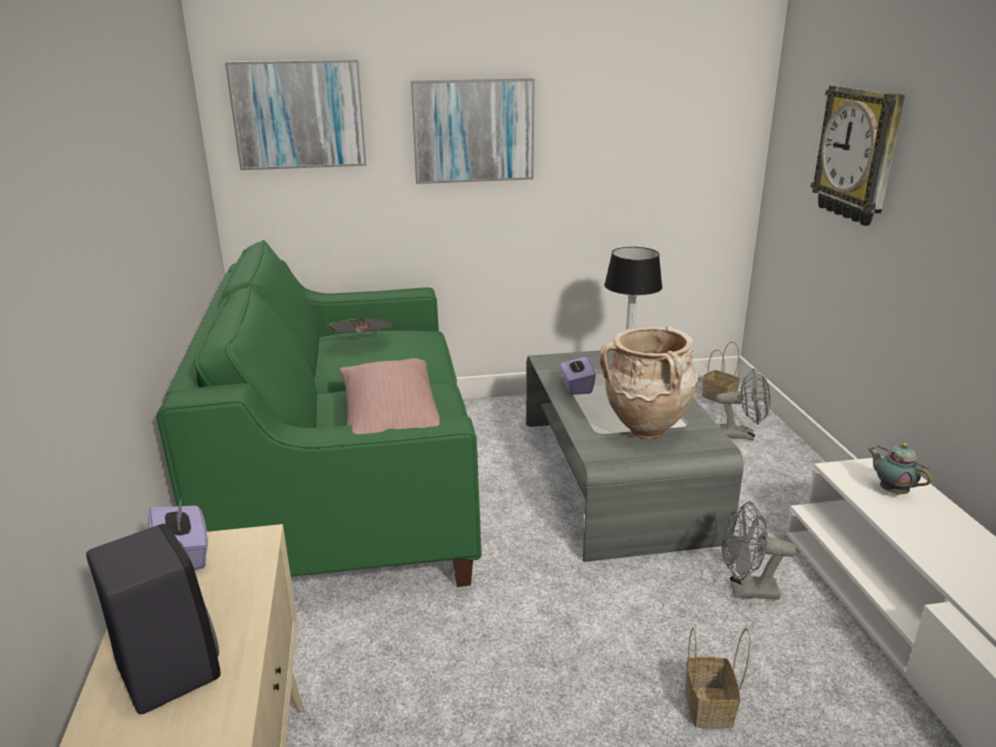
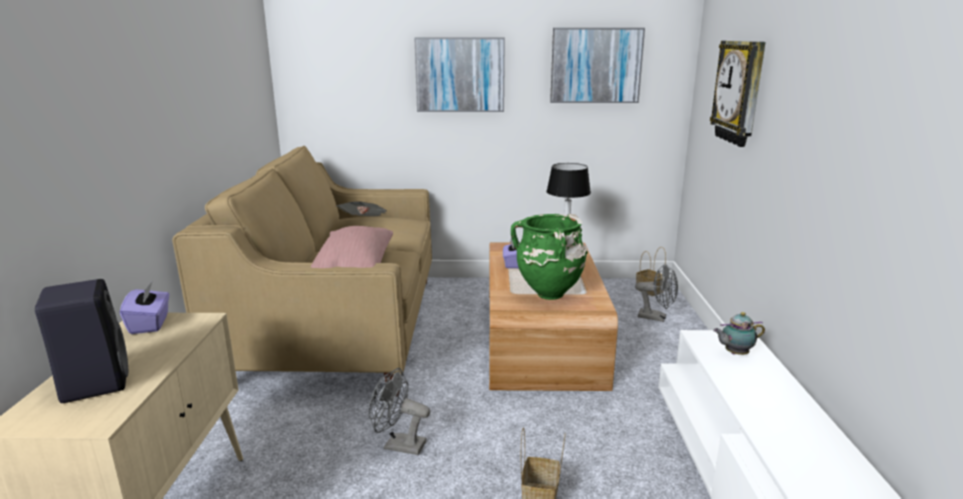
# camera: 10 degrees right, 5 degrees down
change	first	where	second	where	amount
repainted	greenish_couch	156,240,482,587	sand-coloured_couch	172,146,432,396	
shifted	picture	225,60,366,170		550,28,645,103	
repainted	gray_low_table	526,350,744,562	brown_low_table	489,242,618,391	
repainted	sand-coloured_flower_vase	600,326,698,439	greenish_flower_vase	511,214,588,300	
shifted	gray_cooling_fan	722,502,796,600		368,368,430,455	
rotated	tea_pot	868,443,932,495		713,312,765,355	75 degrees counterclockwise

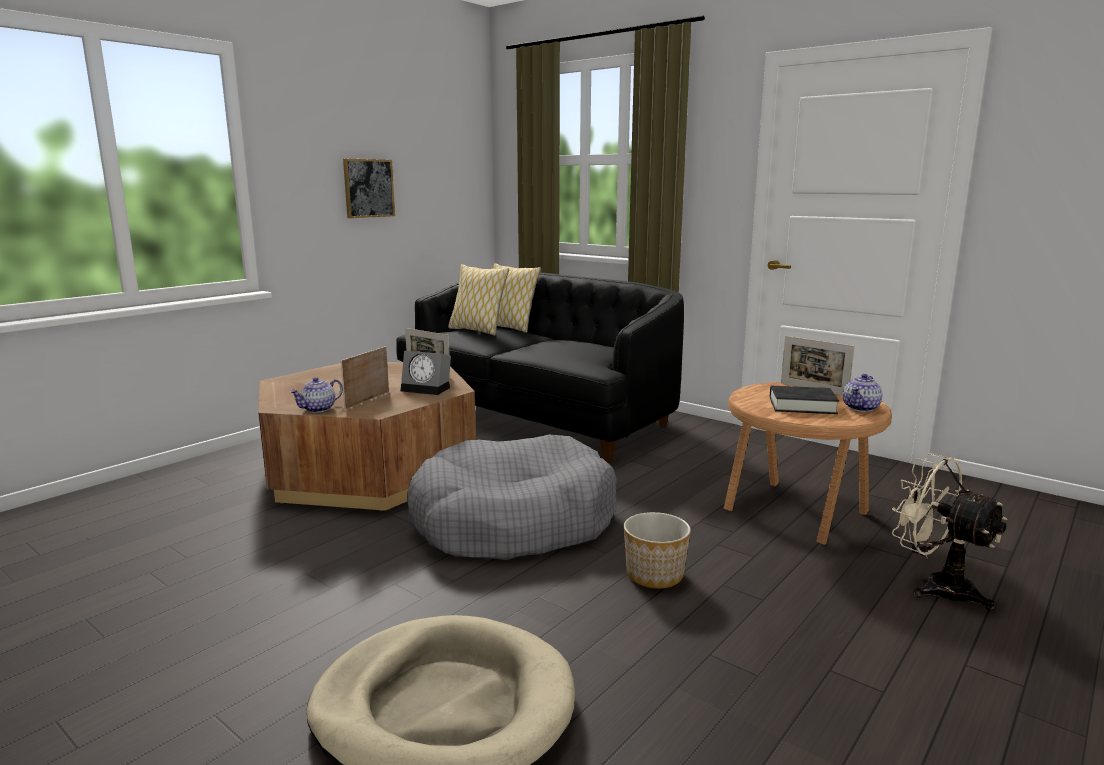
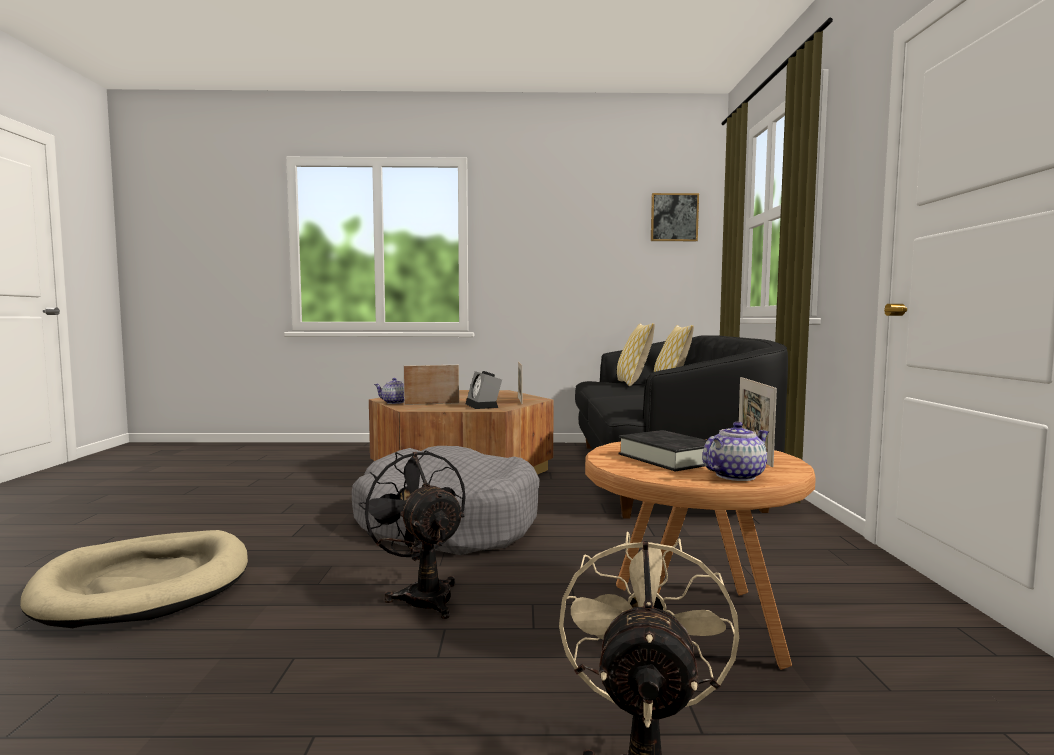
# camera: 50 degrees right, 10 degrees down
change	first	where	second	where	amount
shifted	picture	343,159,395,218		651,193,699,241	
swapped	plant_pot	624,512,691,589	black-coloured_cooling_fan	359,450,466,619	
rotated	tea_pot	843,374,883,412		702,422,769,481	150 degrees clockwise

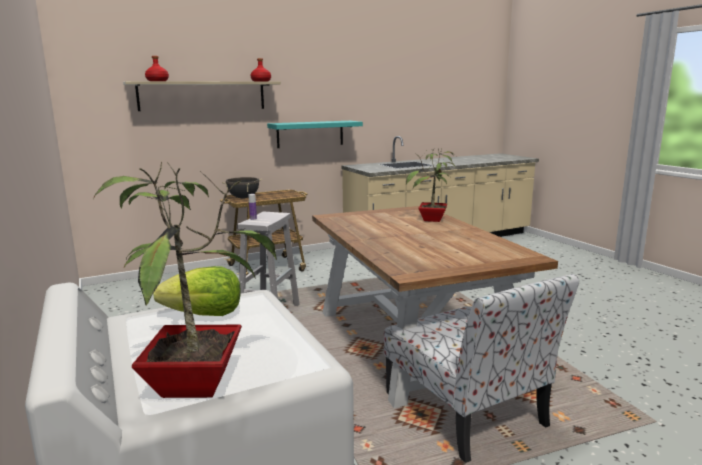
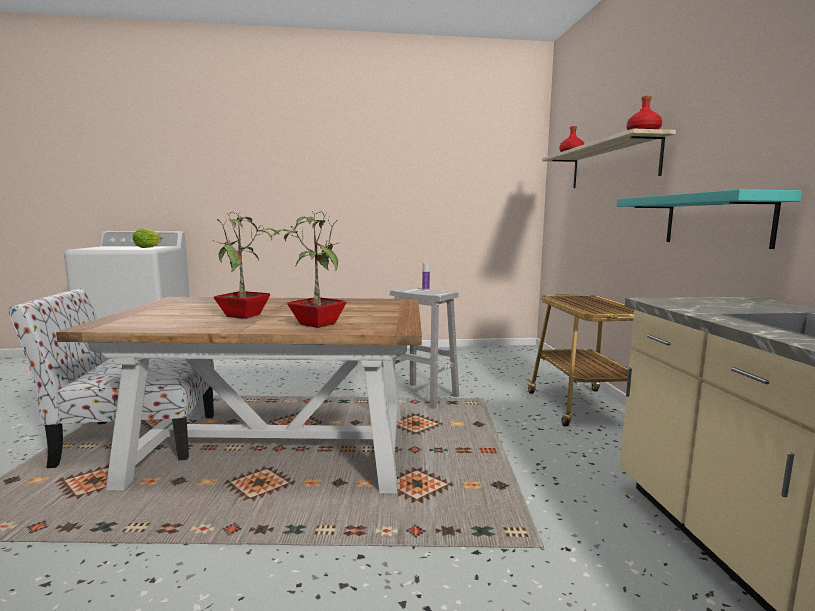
# camera: 110 degrees right, 5 degrees down
change	first	where	second	where	amount
shifted	potted_plant	93,162,277,398		214,211,279,319	
gone	black-coloured_saucepot	222,177,262,198			

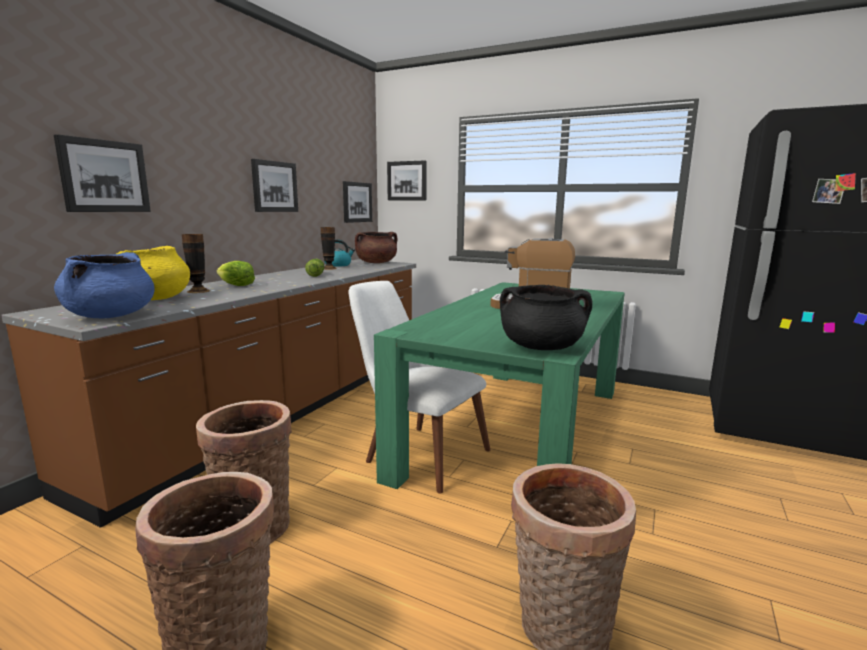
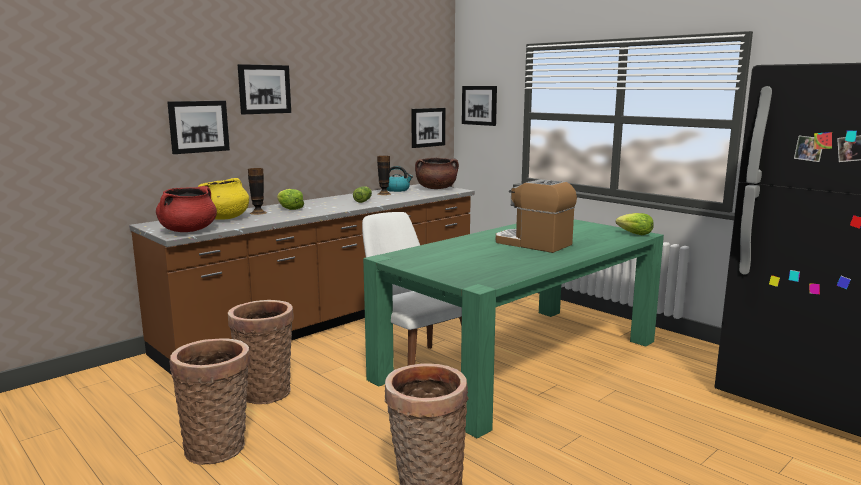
# camera: 20 degrees right, 0 degrees up
change	first	where	second	where	amount
repainted	blue-coloured_saucepot	54,252,155,318	red-coloured_saucepot	156,186,217,232	
shifted	picture	251,159,298,212		238,64,291,114	
gone	black-coloured_saucepot	500,285,592,350			
new			lettuce	616,213,653,235	

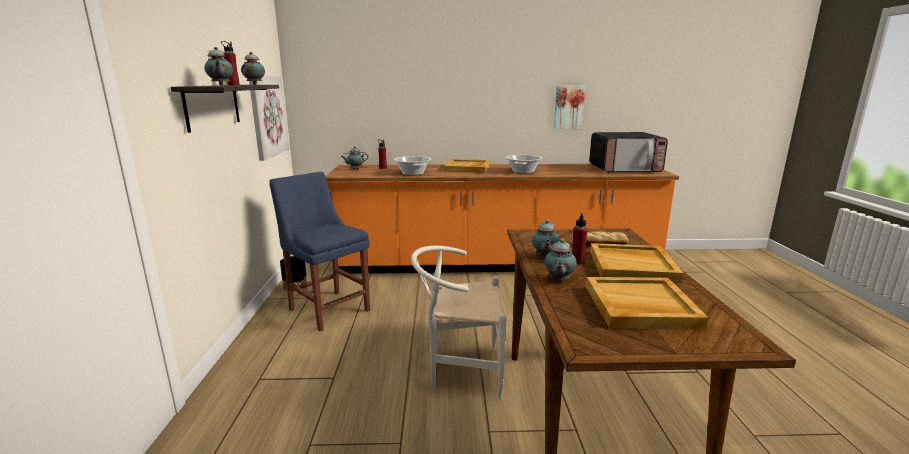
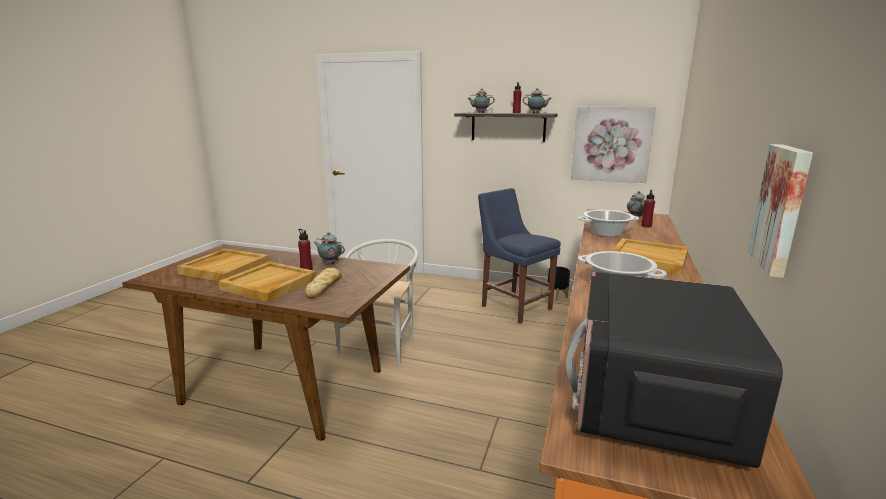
# camera: 110 degrees right, 0 degrees up
change	first	where	second	where	amount
rotated	blue-coloured_chair	269,172,370,331		478,188,561,324	105 degrees counterclockwise
gone	tea_pot	545,239,577,282			

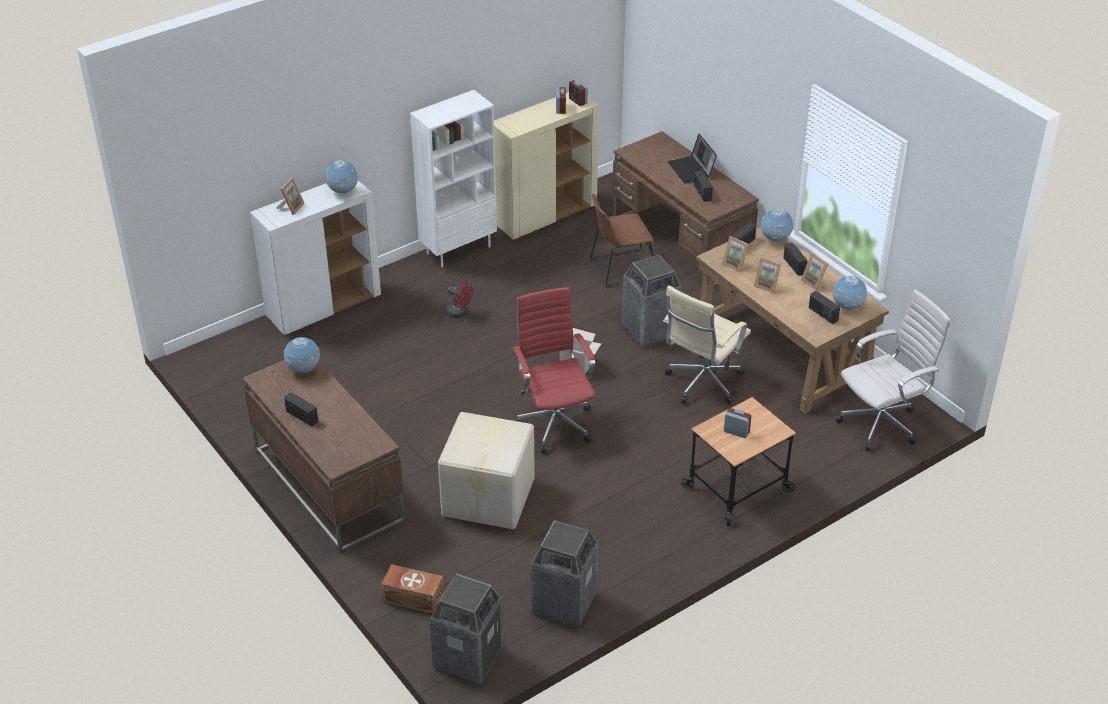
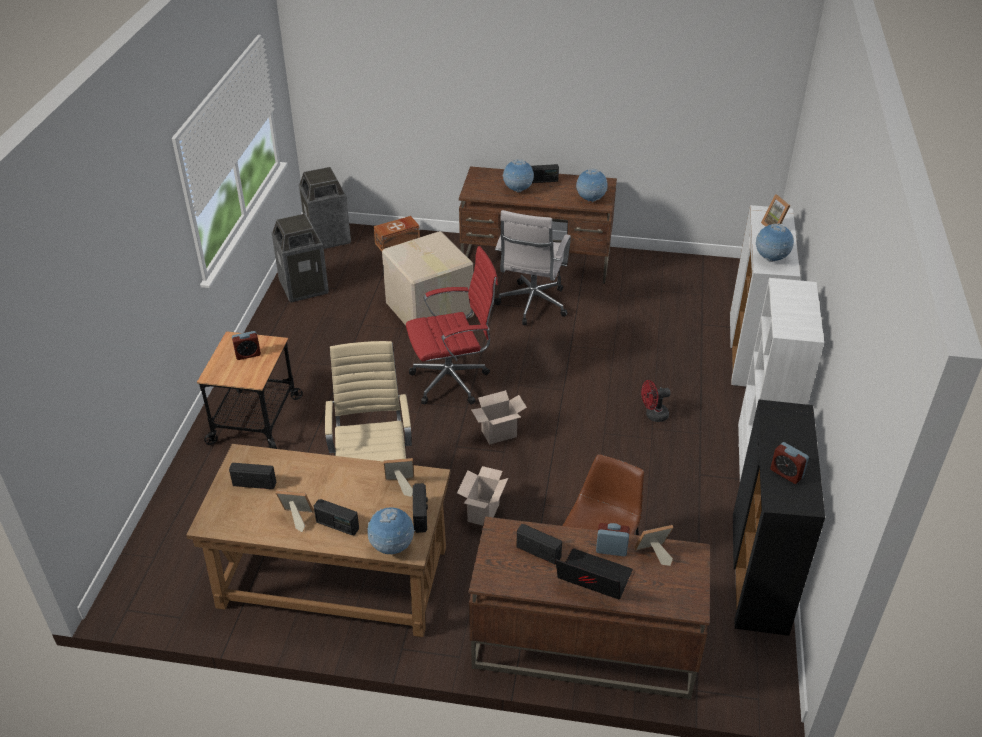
# camera: 135 degrees right, 0 degrees up
change	first	where	second	where	amount
repainted	sand-coloured_cabinet	494,92,599,240	black-coloured_cabinet	733,400,825,636	
rotated	red-coloured_office_chair	512,287,595,453		406,246,498,404	45 degrees counterclockwise
shifted	alarm_clock	569,79,588,106		596,523,630,556	
swapped	trash_can	622,255,682,347	packing_box	457,466,508,525	
shifted	photo_frame	754,258,781,293		634,525,673,566	
shifted	desk_globe	833,276,867,310		502,159,534,193	
shifted	white-coloured_office_chair	835,289,951,451		494,210,571,325	

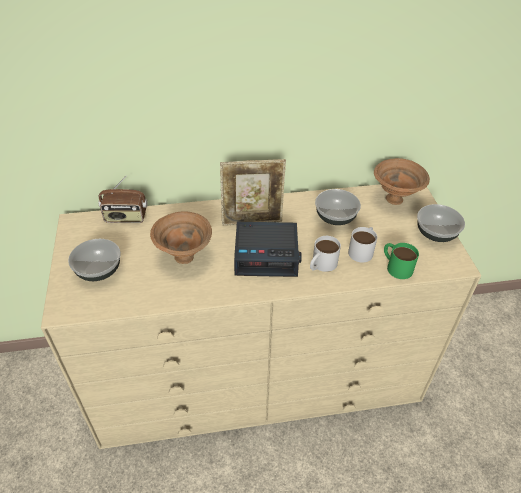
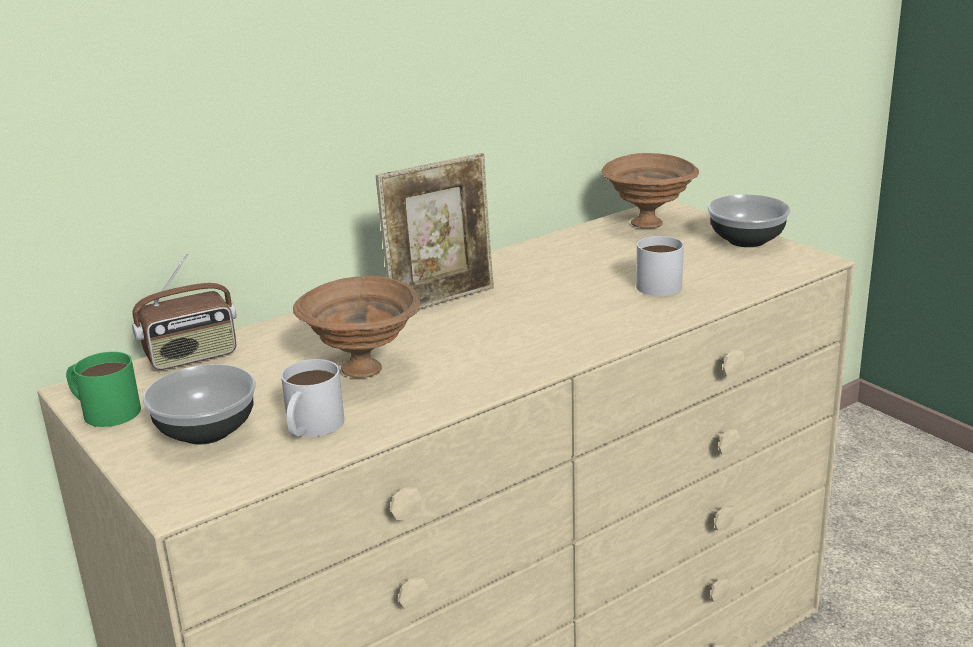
# camera: 25 degrees left, 20 degrees down
change	first	where	second	where	amount
gone	alarm_clock	234,222,302,277			
shifted	white-coloured_coffee_mug	310,236,341,272		281,359,344,437	
gone	serving_bowl	315,189,361,225			
shifted	greenish_coffee_mug	384,243,419,279		66,352,141,427	

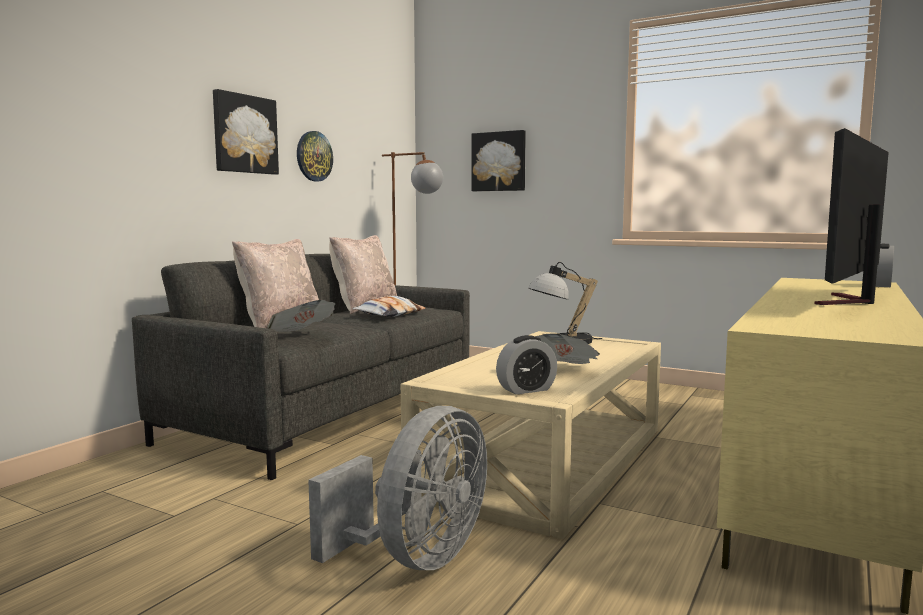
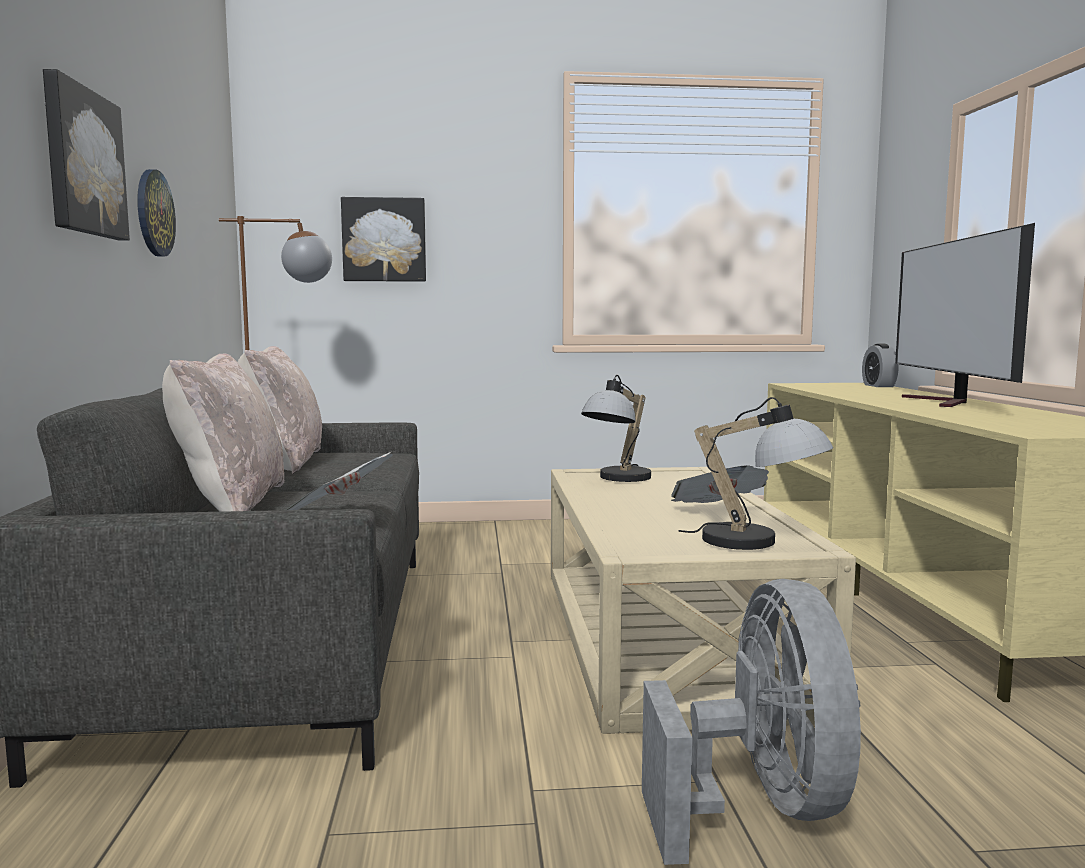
# camera: 35 degrees left, 0 degrees up
change	first	where	second	where	amount
gone	pillow	352,296,426,317			
swapped	alarm_clock	496,335,557,395	lamp_for_a_table	679,397,833,550	

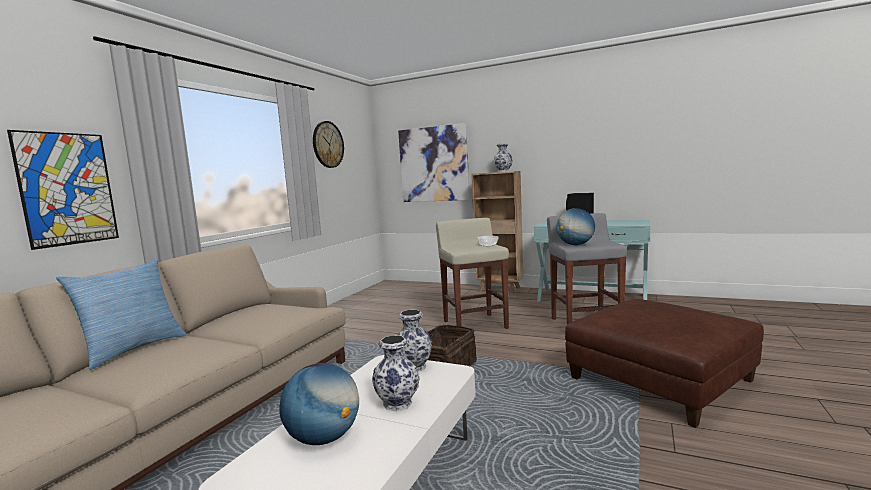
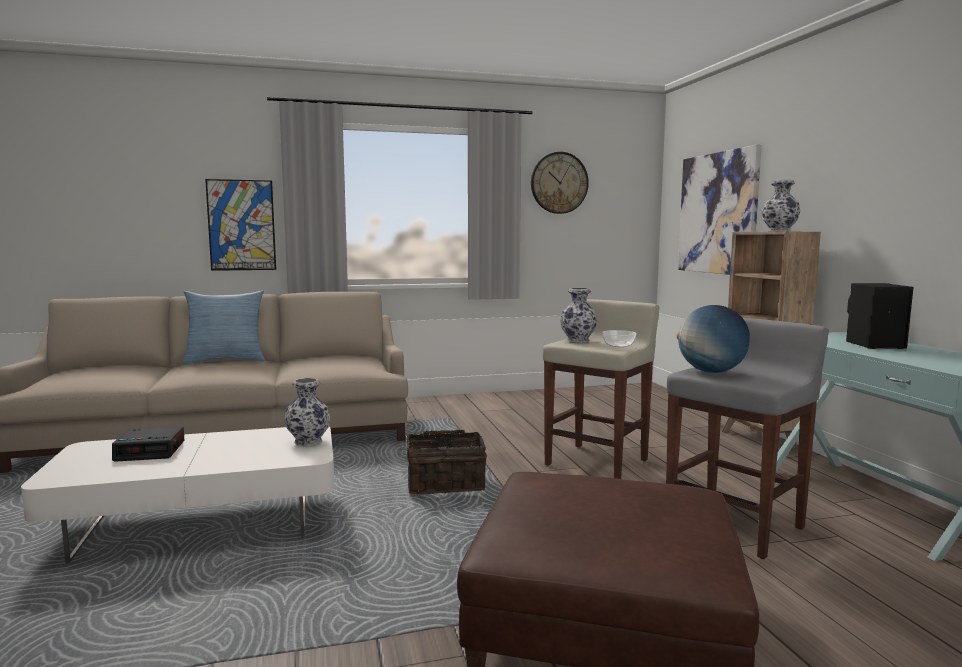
# camera: 50 degrees right, 0 degrees up
change	first	where	second	where	amount
swapped	desk_globe	279,363,359,445	alarm_clock	112,427,184,462	
shifted	flower_vase	372,335,420,412		560,288,597,343	

